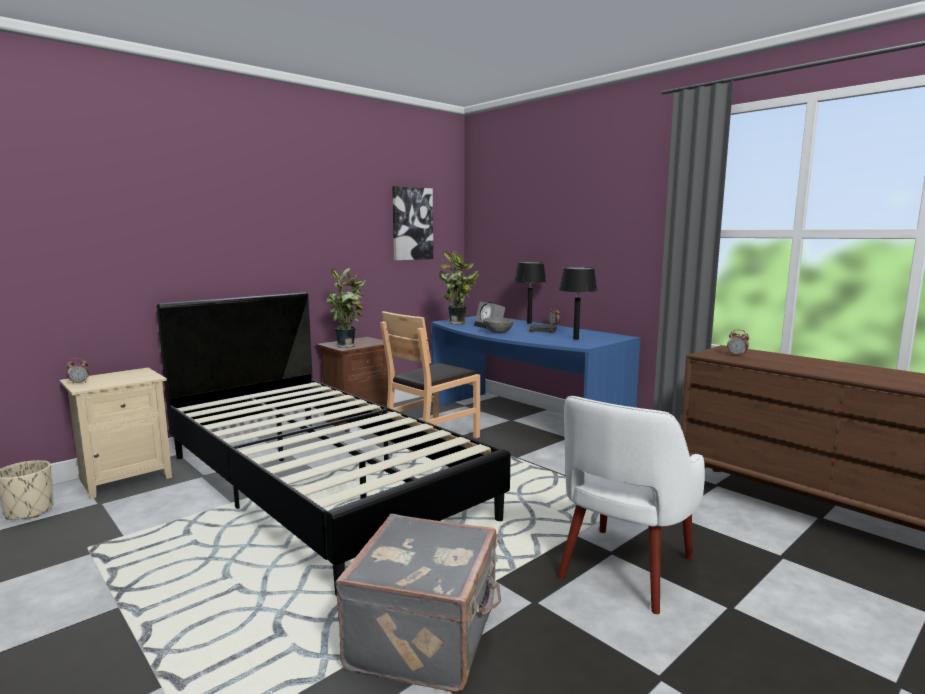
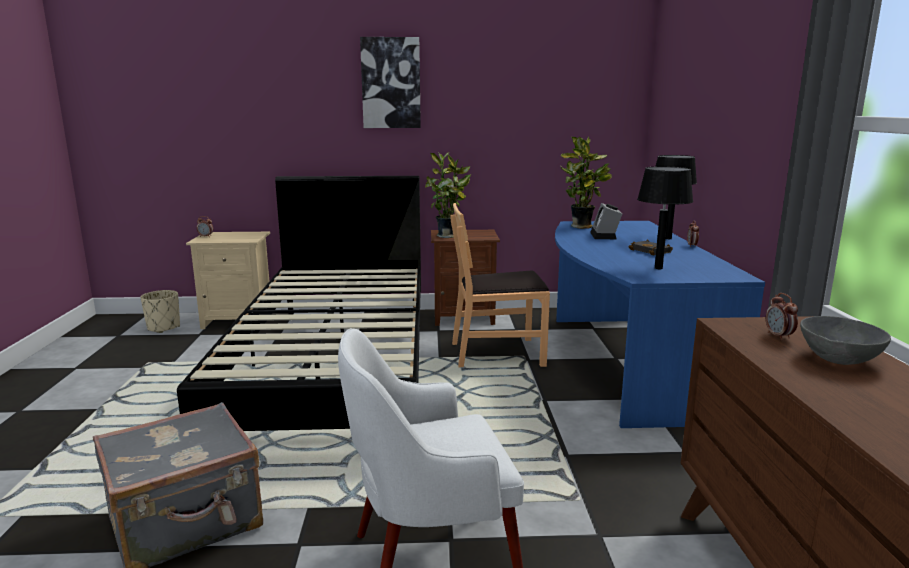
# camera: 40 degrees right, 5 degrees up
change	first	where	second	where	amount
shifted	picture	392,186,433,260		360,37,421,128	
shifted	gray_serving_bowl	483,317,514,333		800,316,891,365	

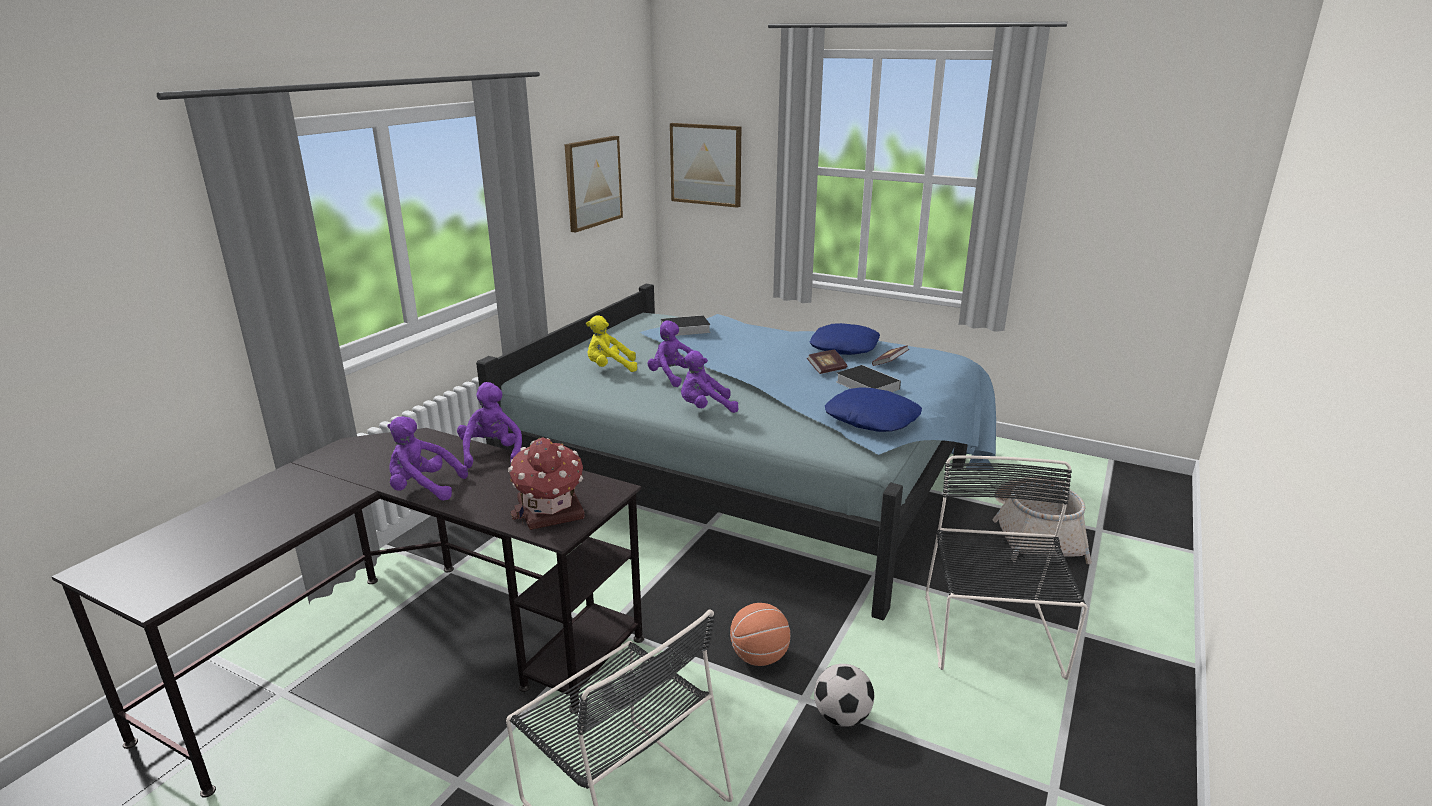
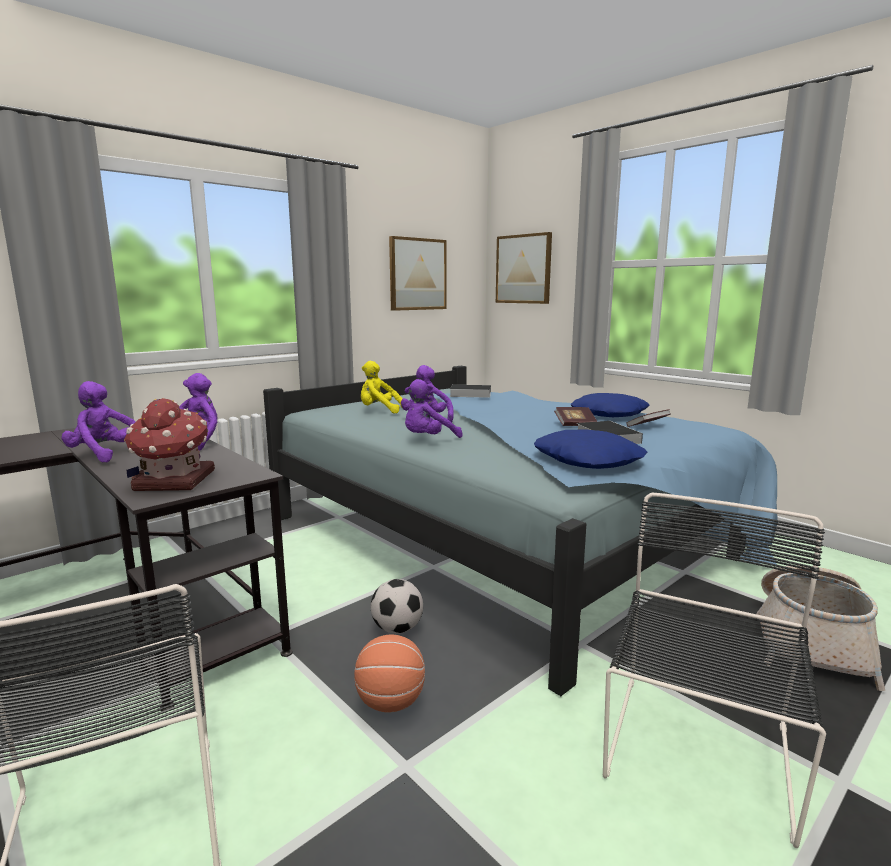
# camera: 20 degrees right, 10 degrees down
change	first	where	second	where	amount
rotated	purple_cuddly_toy	681,351,738,413		405,379,463,438	45 degrees counterclockwise
shifted	ball_for_football	814,664,874,727		371,579,423,634	

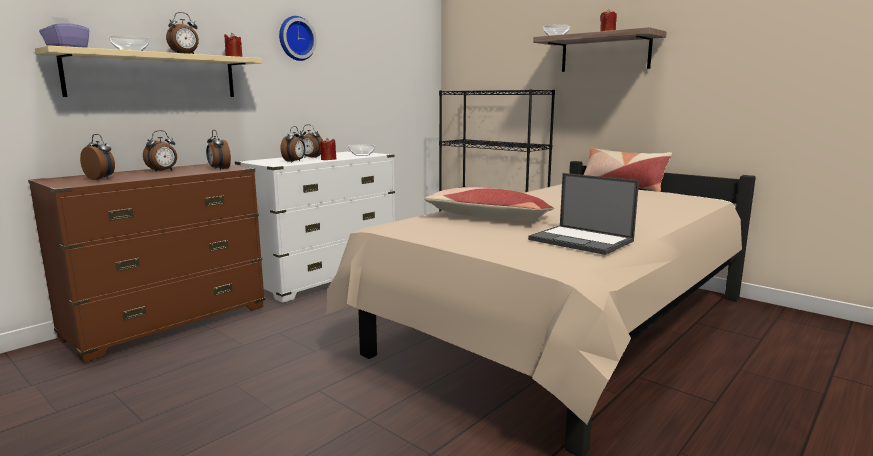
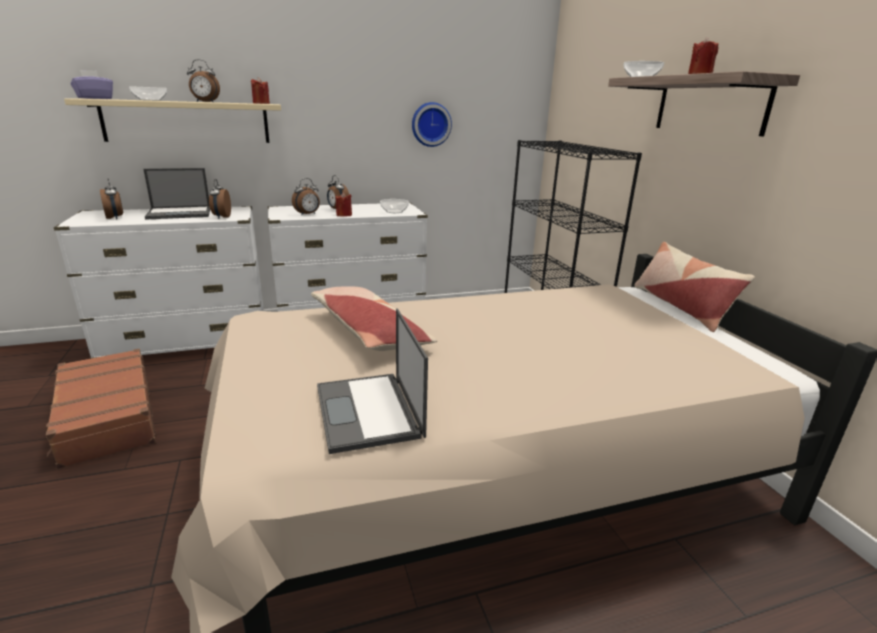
# camera: 30 degrees right, 10 degrees up
change	first	where	second	where	amount
repainted	brown_drawer_chest	28,163,265,363	white-coloured_drawer_chest	54,206,264,359	
swapped	alarm_clock	143,130,177,172	portable_computer	143,168,210,220	
shifted	hanging_clock	279,16,317,61		412,102,452,147	
new			brown_travel_case	46,349,156,469	

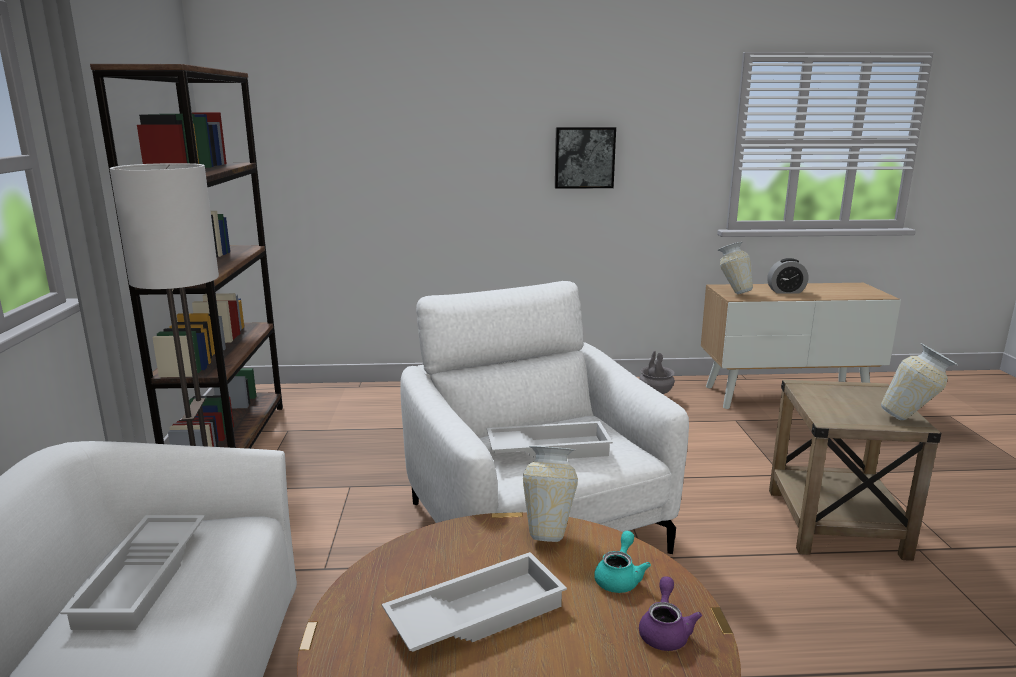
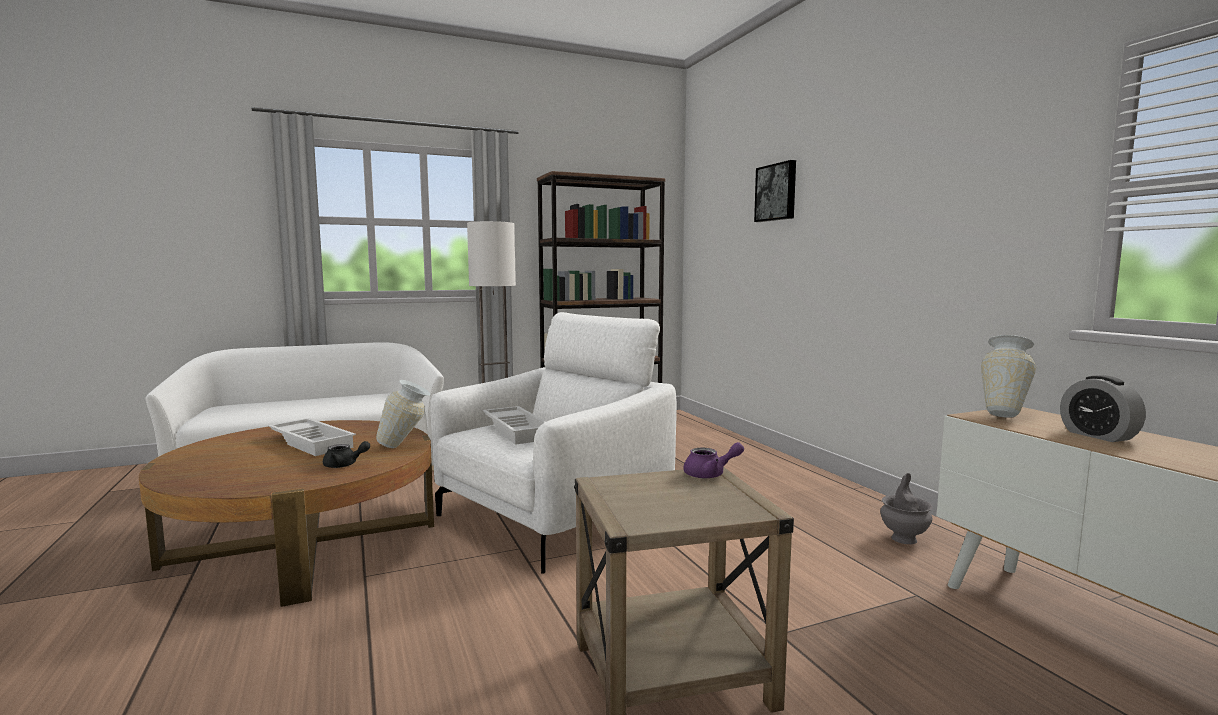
# camera: 70 degrees right, 10 degrees down
change	first	where	second	where	amount
gone	white-coloured_serving_tray	60,515,205,630			
shifted	picture	555,127,616,189		754,160,796,222	
repainted	turquoise_tea_pot	594,531,651,593	black-coloured_tea_pot	323,441,370,468	
shifted	purple_tea_pot	639,576,702,651		683,442,744,478	
gone	flower_vase	881,343,958,421			

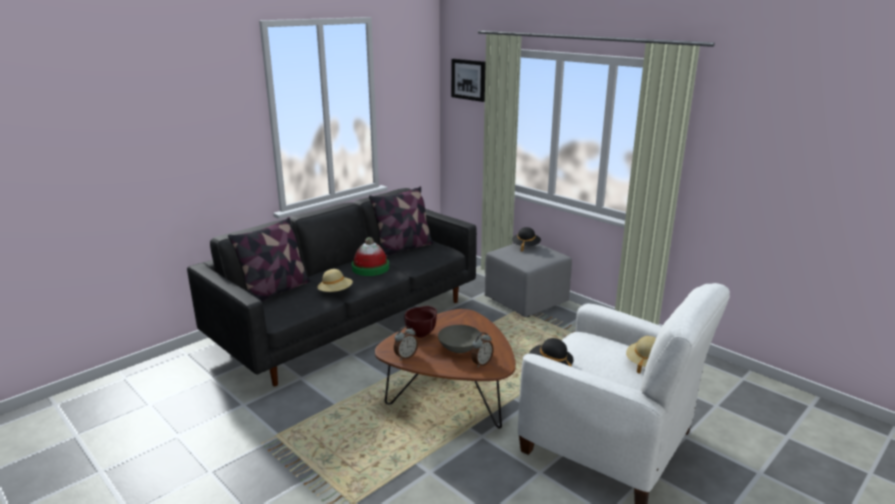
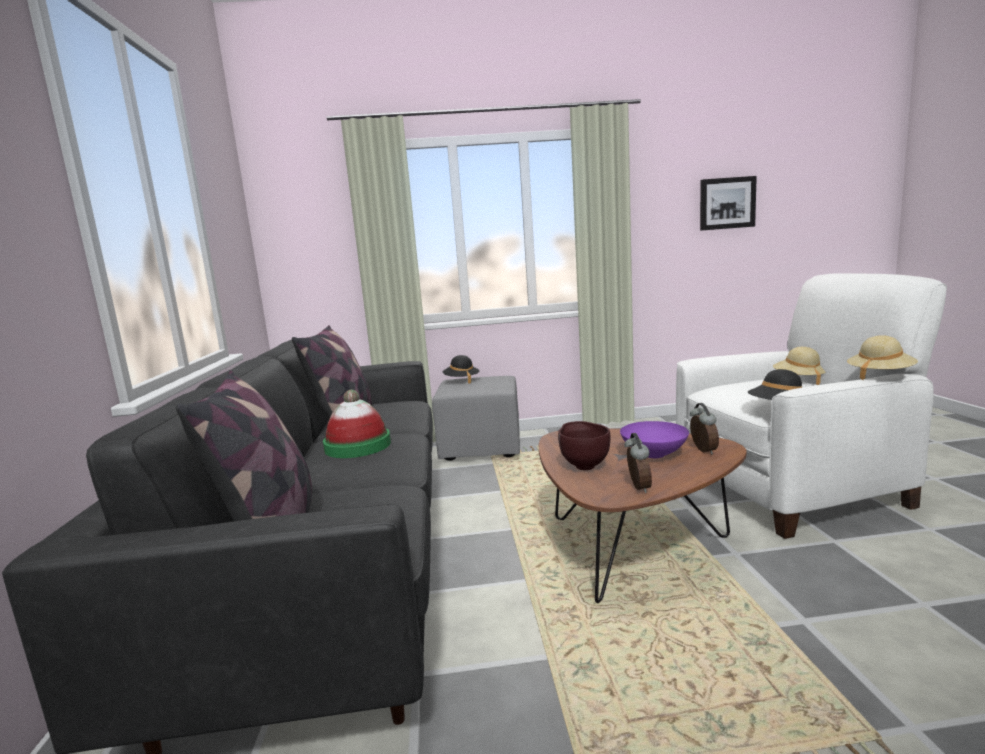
# camera: 50 degrees left, 10 degrees down
change	first	where	second	where	amount
shifted	sand-coloured_hat	317,269,353,292		847,335,918,380	
repainted	gray_serving_bowl	438,325,482,353	purple_serving_bowl	620,421,689,458	
shifted	picture	451,59,486,102		700,176,757,231	

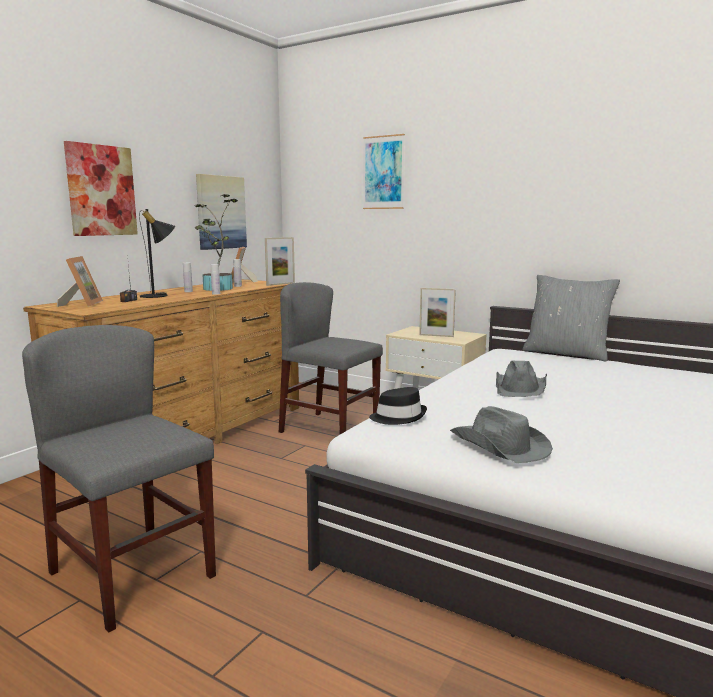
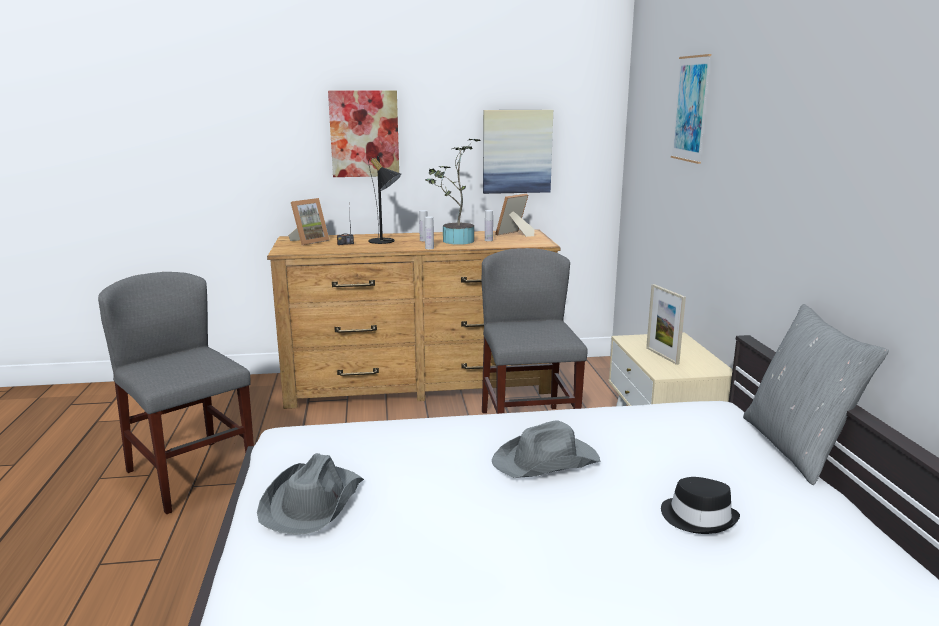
# camera: 50 degrees right, 5 degrees up
change	first	where	second	where	amount
rotated	gray_chair	22,325,216,633		98,272,254,514	45 degrees counterclockwise
gone	photo_frame	265,237,295,286			
shifted	black-coloured_hat	369,387,427,425		661,477,740,534	

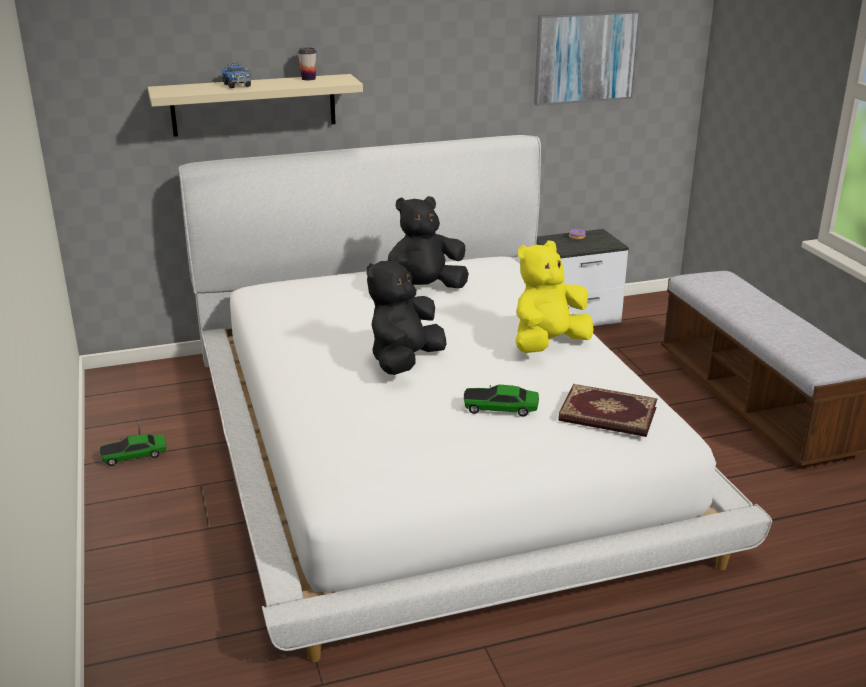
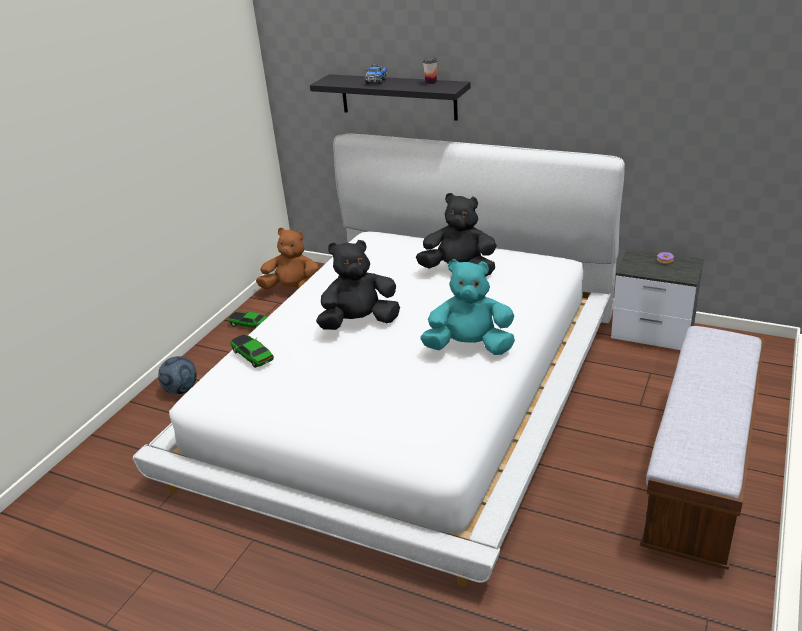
# camera: 45 degrees right, 5 degrees up
change	first	where	second	where	amount
repainted	sand-coloured_shelf	148,74,363,137	black-coloured_shelf	310,74,471,121	
shifted	model_car	464,385,539,417		230,334,274,368	
repainted	yellow-coloured_cuddly_toy	515,241,594,353	turquoise_cuddly_toy	420,259,515,355	
gone	picture	534,10,641,106			
gone	bound_book	558,384,657,437			
new			ball_for_football	158,356,197,394	
new			brown_cuddly_toy	256,228,320,290	

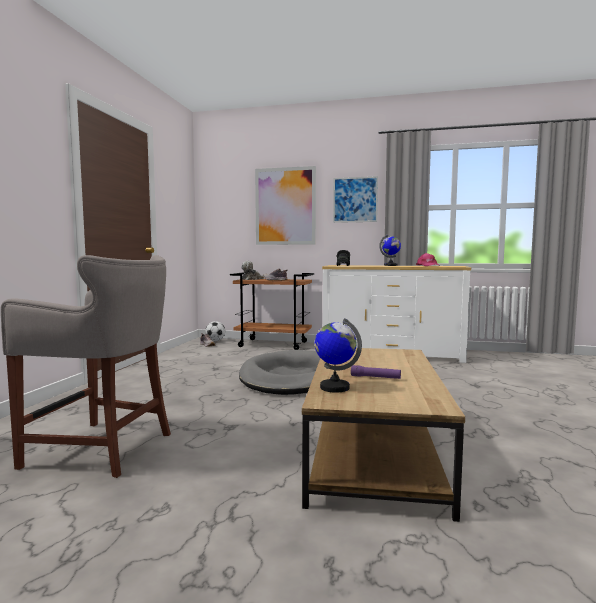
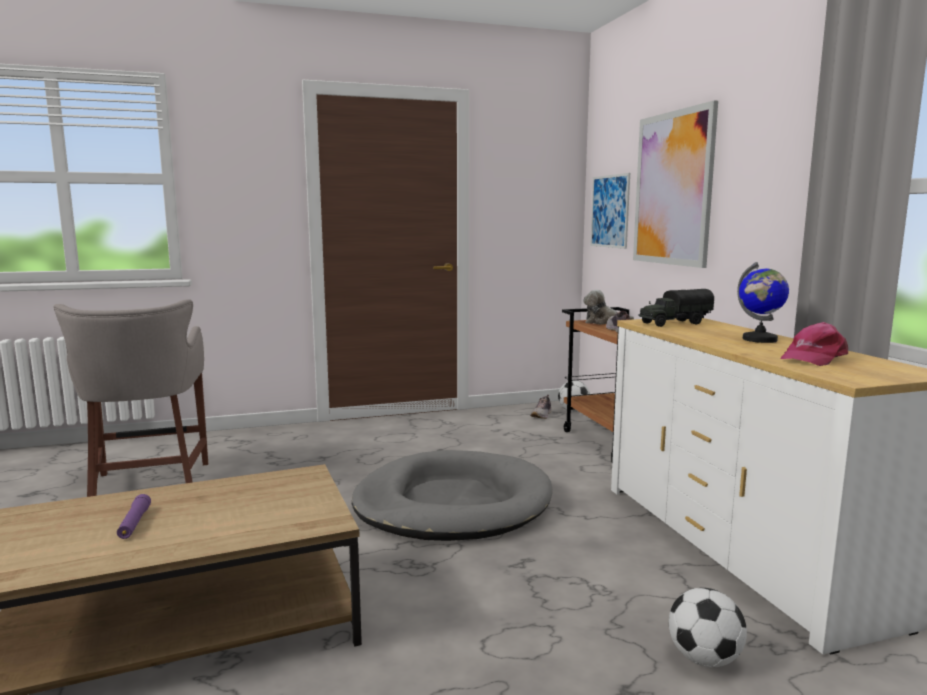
# camera: 60 degrees right, 5 degrees up
change	first	where	second	where	amount
gone	desk_globe	315,318,362,393			
shifted	picture	333,176,378,223		590,173,630,249	
new			ball_for_football	669,588,747,667	

